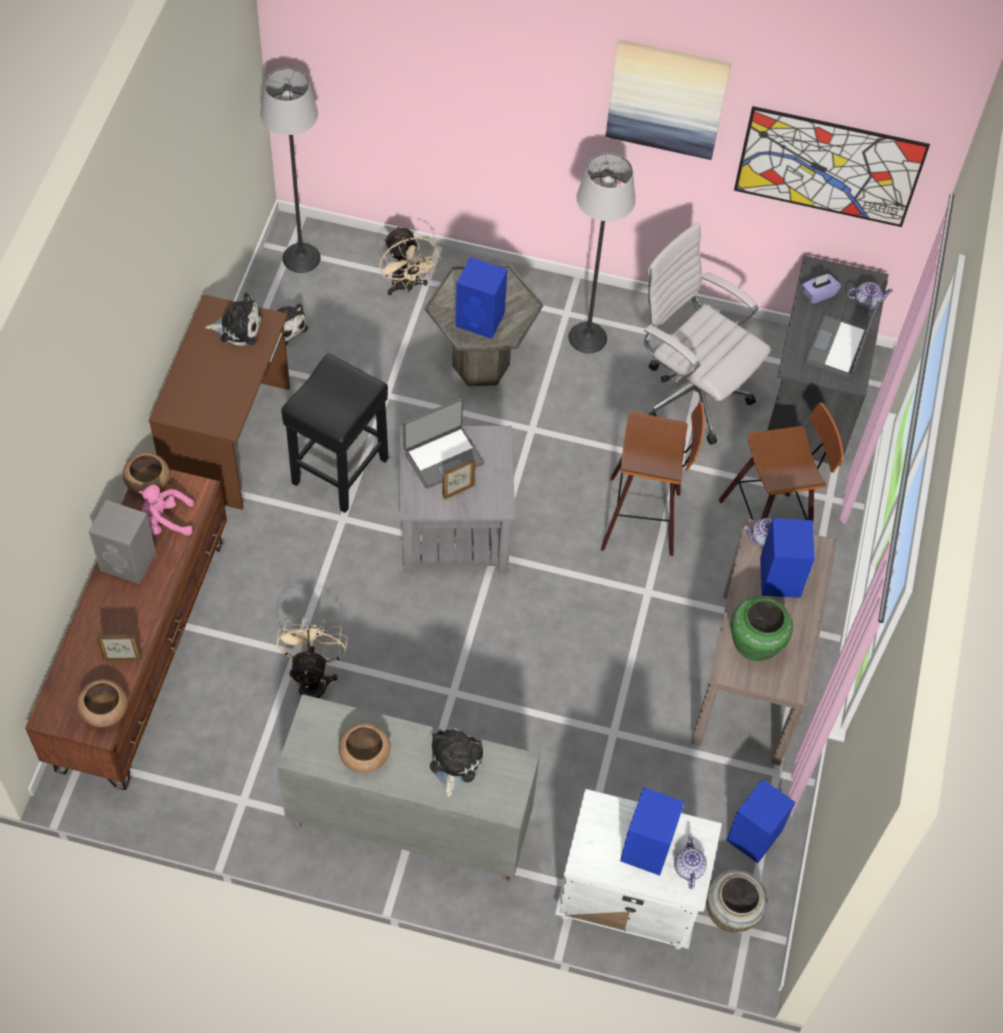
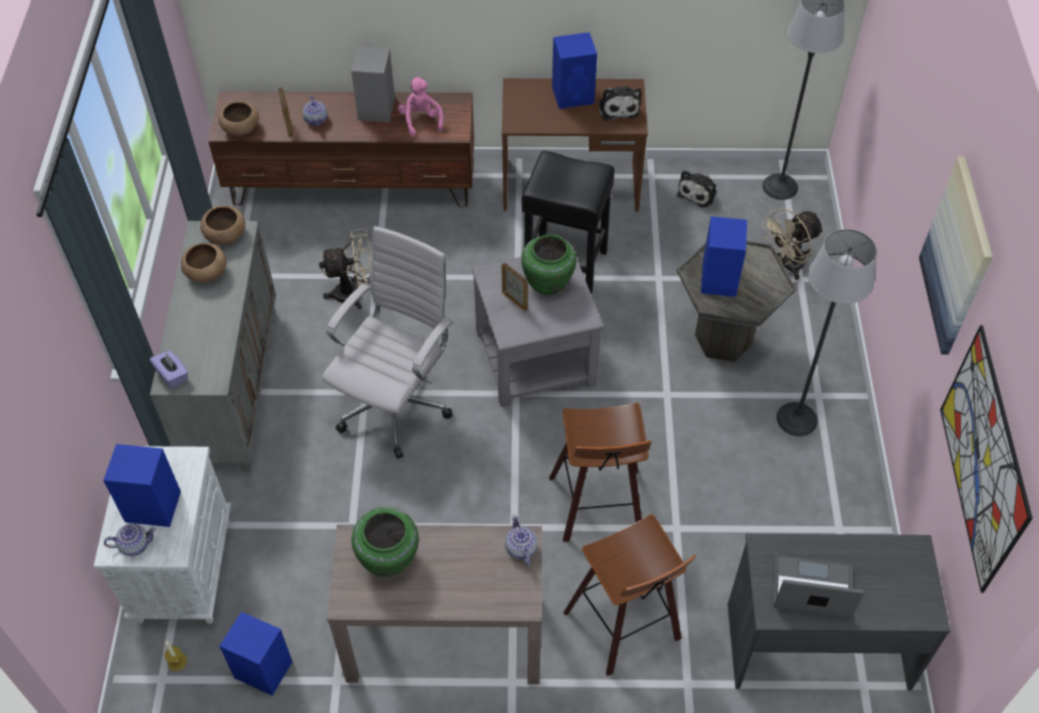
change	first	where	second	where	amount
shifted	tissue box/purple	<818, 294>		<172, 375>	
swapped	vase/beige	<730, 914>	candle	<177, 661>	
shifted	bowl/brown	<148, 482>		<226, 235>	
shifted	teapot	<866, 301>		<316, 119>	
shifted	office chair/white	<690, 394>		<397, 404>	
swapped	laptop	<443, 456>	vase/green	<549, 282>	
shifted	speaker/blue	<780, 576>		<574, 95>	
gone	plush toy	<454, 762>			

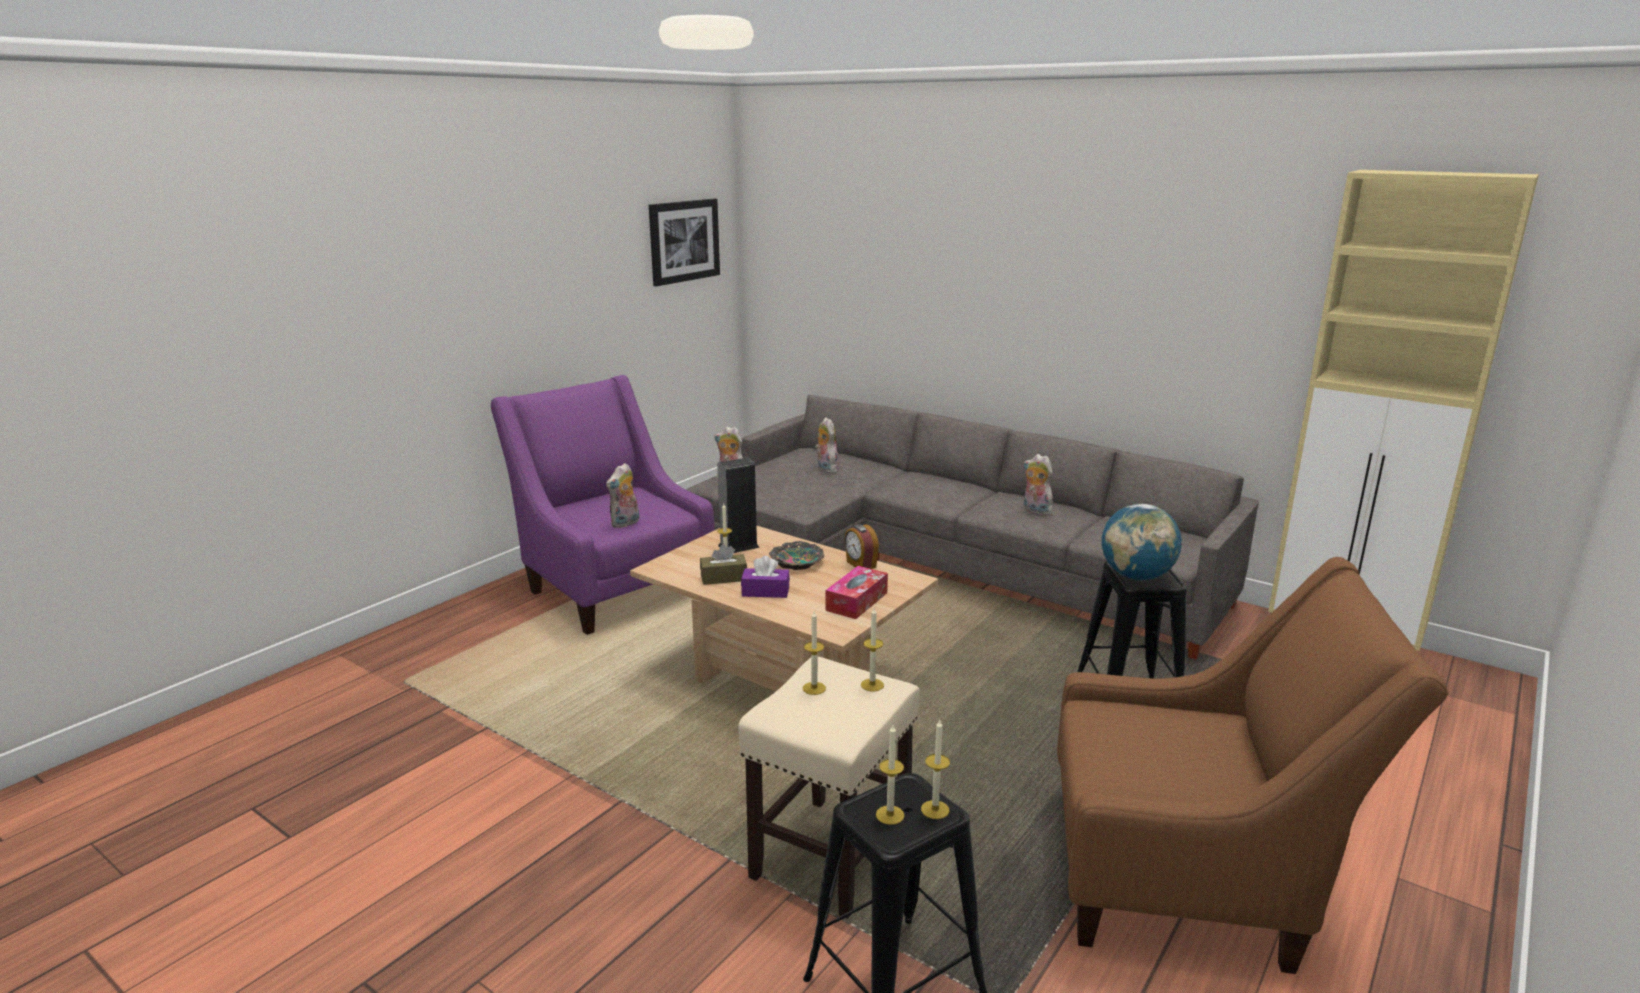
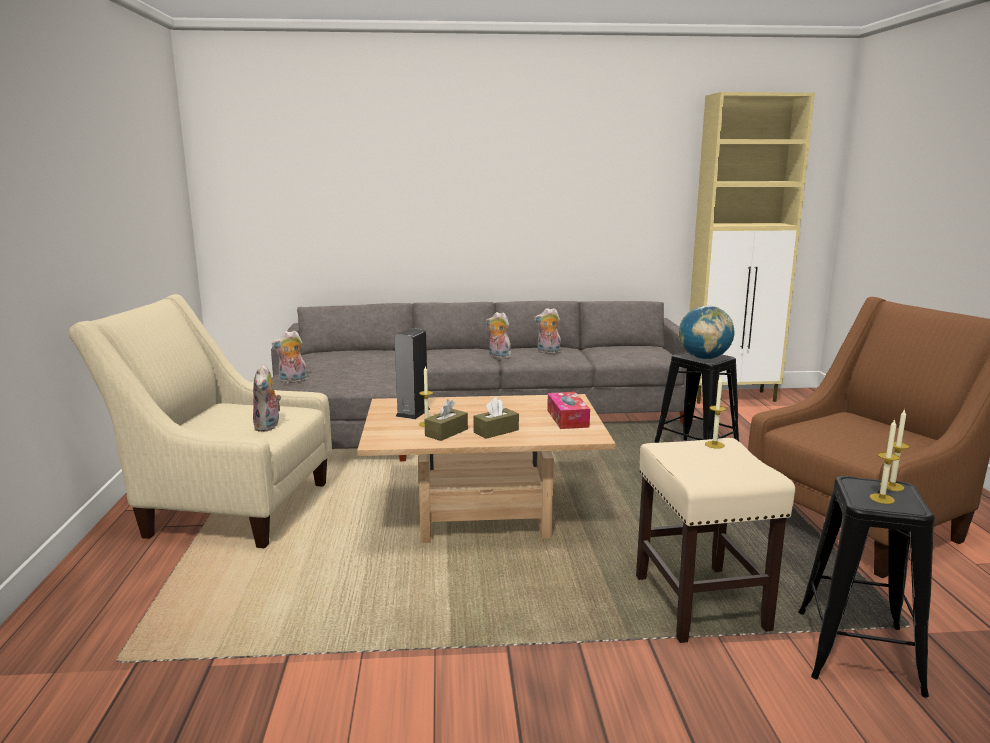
change	first	where	second	where	amount
repainted	armchair/purple	<613, 587>	armchair/beige	<227, 508>	
repainted	tissue box/purple	<765, 591>	tissue box/brown	<496, 431>	
shifted	plush toy	<825, 469>		<498, 357>	
gone	picture	<684, 241>			
gone	bowl	<797, 562>			
gone	candle	<814, 688>			
gone	alarm clock	<860, 565>			

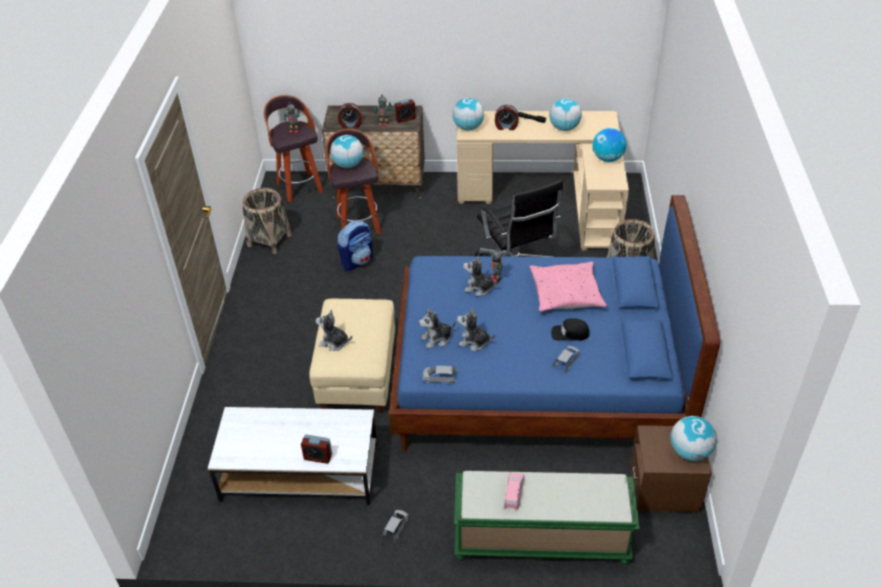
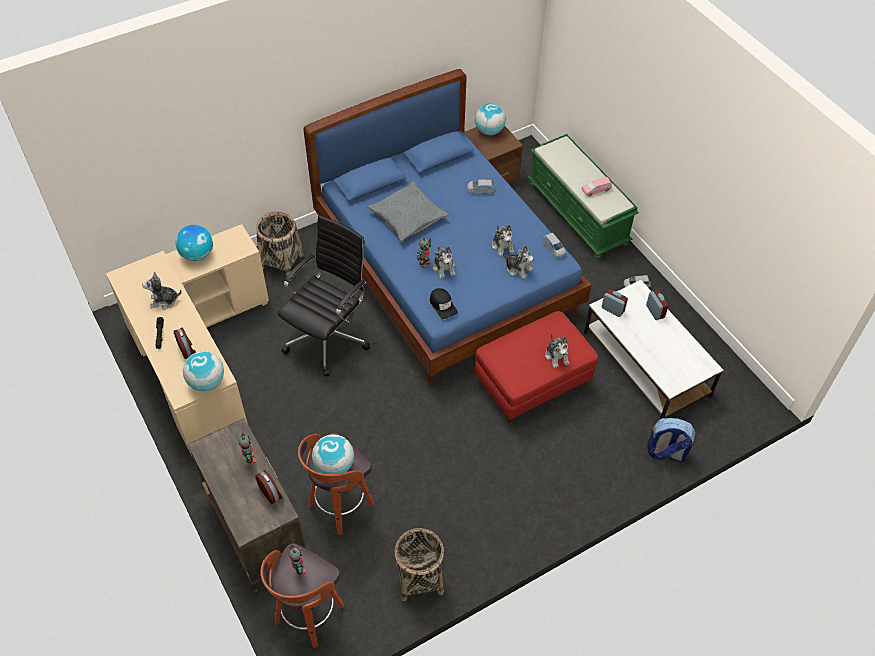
change	first	where	second	where	amount
swapped	globe	<564, 128>	plush toy	<164, 301>	
repainted	pillow/pink	<566, 293>	pillow/grey	<407, 217>	
shifted	cap/black	<570, 333>		<442, 305>	
repainted	ottoman/beige	<358, 375>	ottoman/red	<531, 383>	
shifted	alarm clock	<405, 118>		<612, 309>	
shifted	backpack	<357, 261>		<666, 452>	

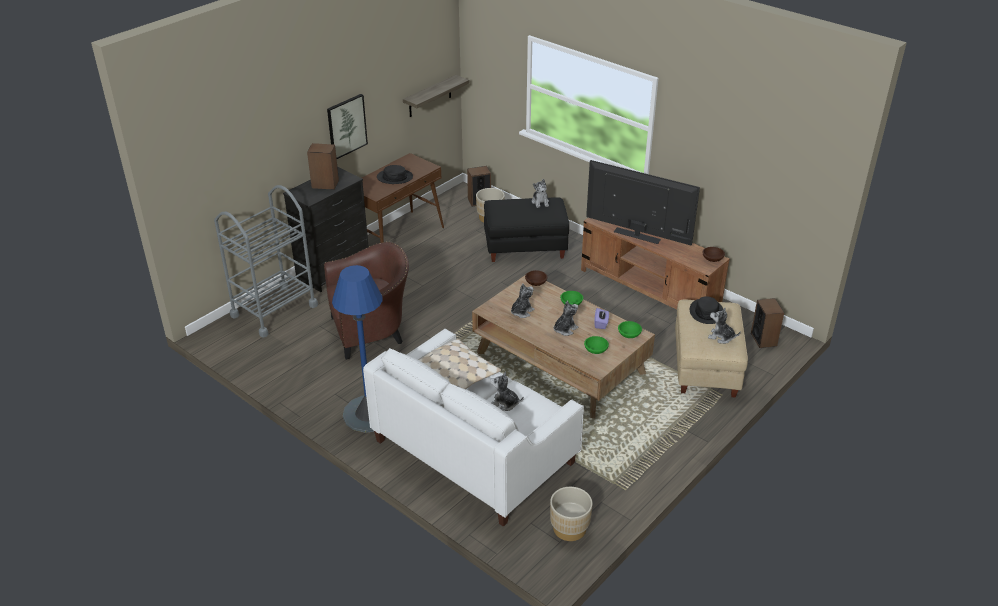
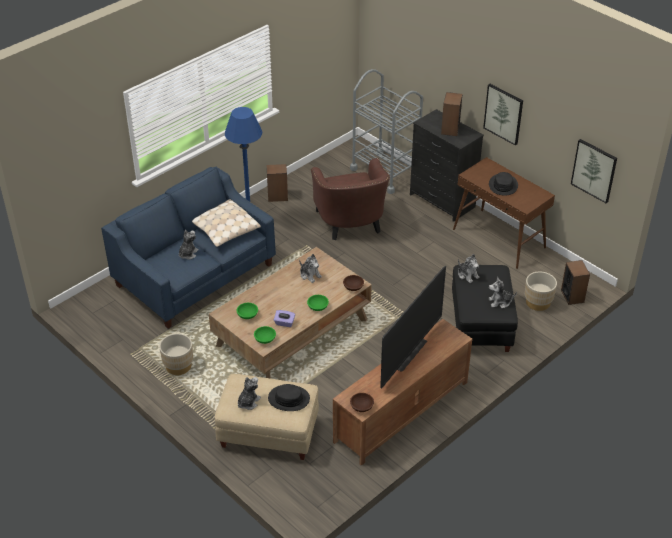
change	first	where	second	where	amount
repainted	sofa/white	<474, 451>	sofa/blue	<195, 275>	
shifted	planter/beige	<569, 528>		<178, 366>	
shifted	speaker	<764, 339>		<277, 196>	
shifted	plush toy	<565, 329>		<467, 275>	
swapped	shelf	<430, 96>	picture	<594, 170>	

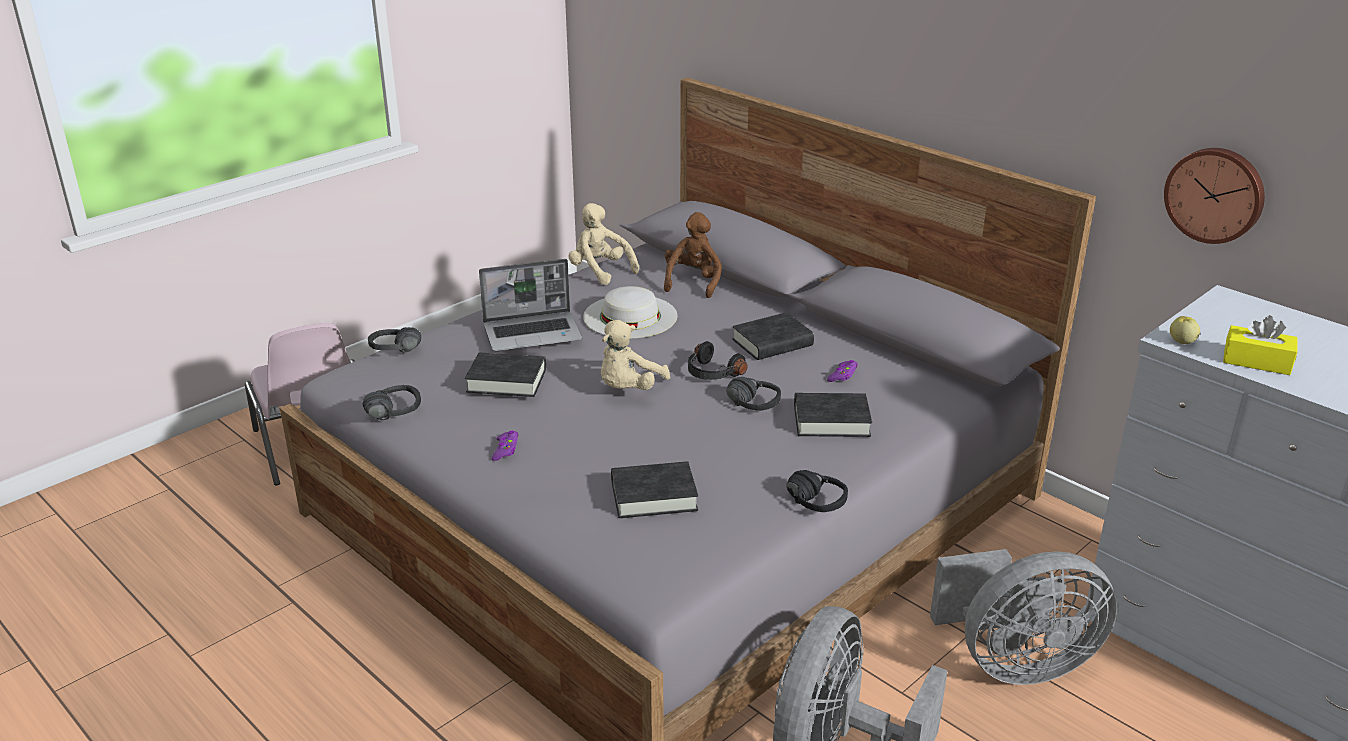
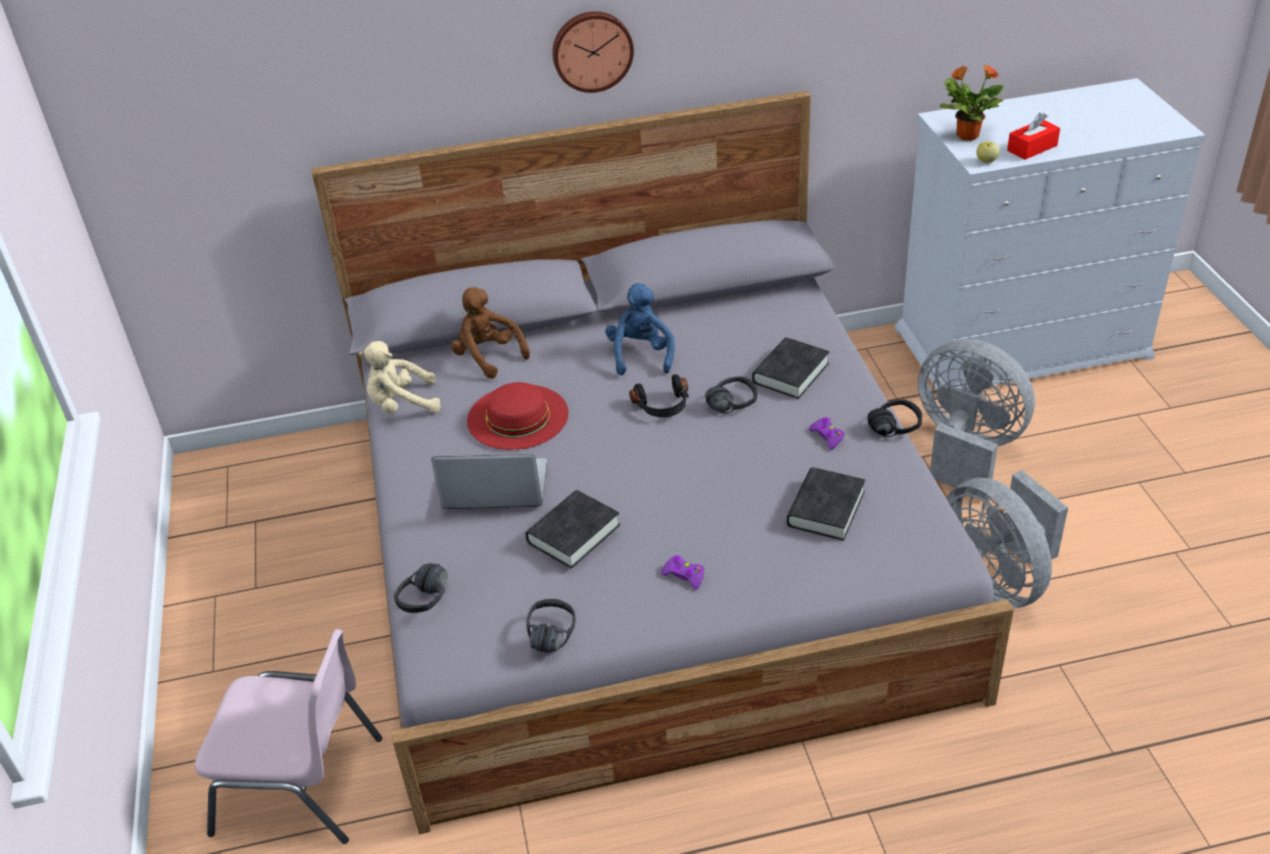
change	first	where	second	where	amount
rotated	laptop	<533, 333>		<494, 488>	105 degrees counterclockwise
repainted	hat/white	<630, 316>	hat/red	<517, 417>	
shifted	wall clock	<1215, 194>		<592, 50>	
swapped	book/black	<772, 343>	plush toy/blue	<641, 355>	
shifted	game controller/purple	<842, 375>		<827, 436>	
rotated	fan/grey	<1015, 663>		<965, 449>	75 degrees counterclockwise
new			potted plant	<966, 135>	
repainted	tissue box/yellow	<1256, 361>	tissue box/red	<1032, 148>	
gone	plush toy/beige	<628, 389>			

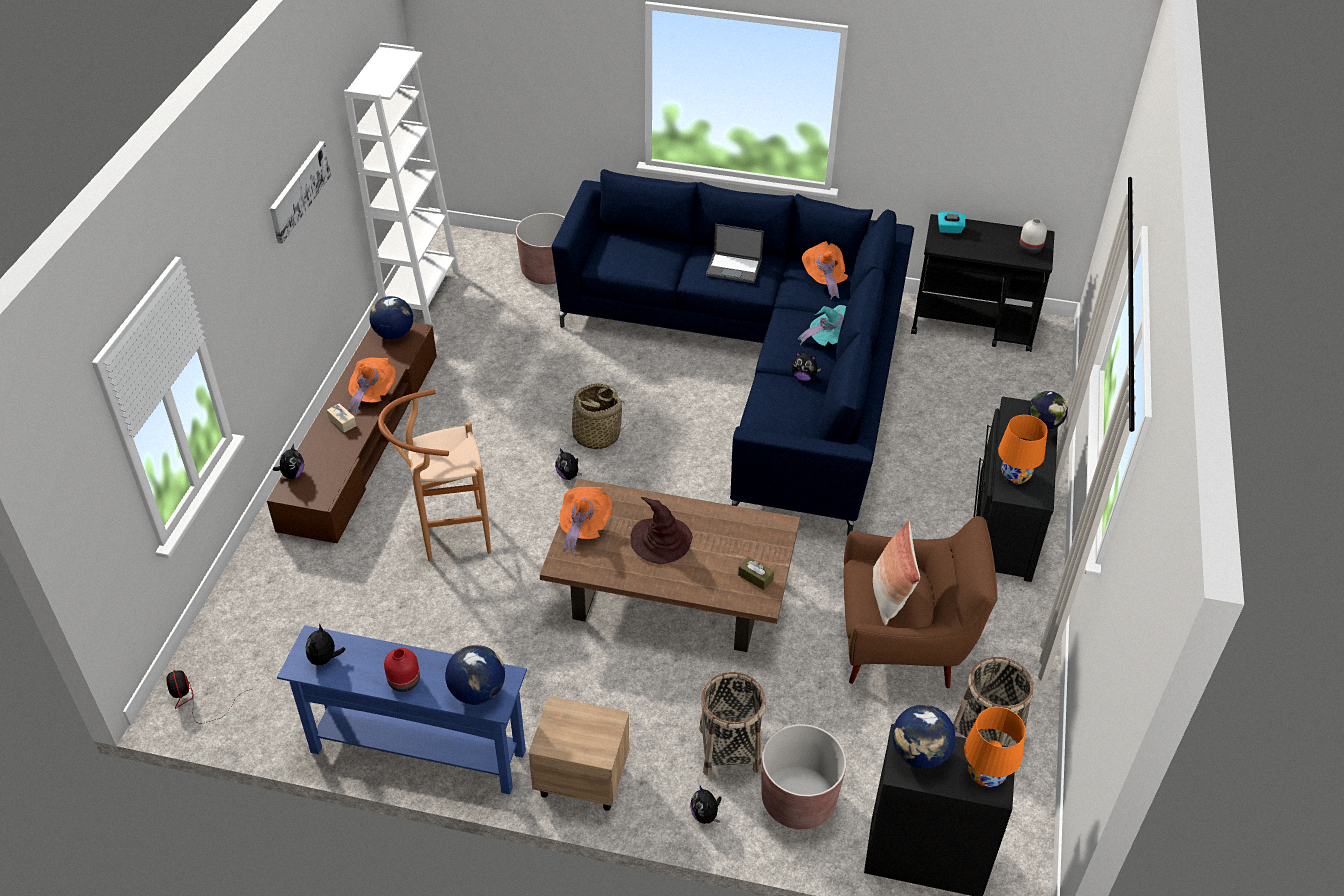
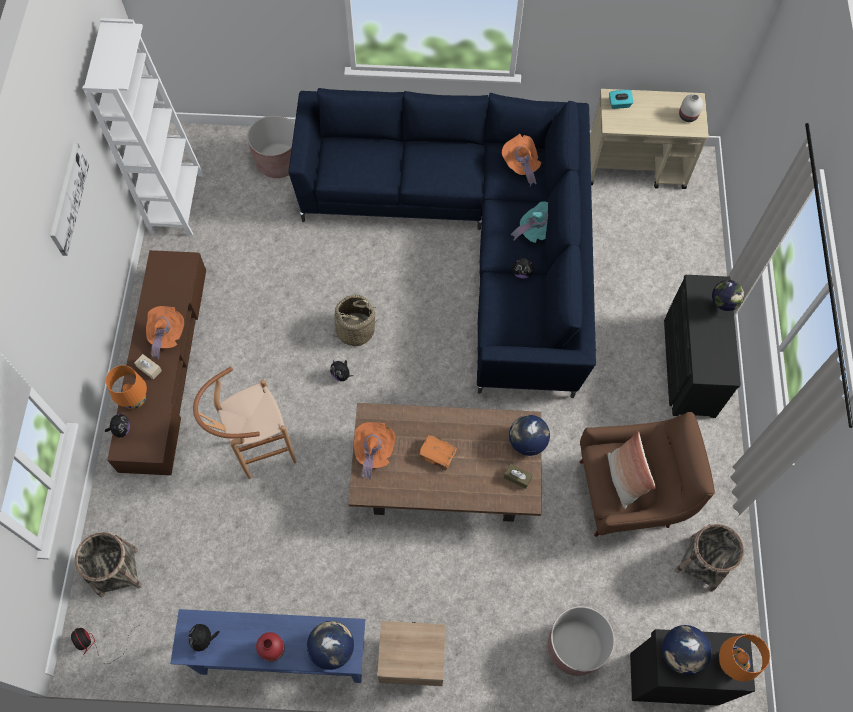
change	first	where	second	where	amount
shifted	basket	<729, 749>		<118, 571>	
shifted	table lamp/orange	<1015, 476>		<135, 400>	
swapped	hat/brown	<661, 541>	book/orange	<437, 454>	
shifted	globe	<393, 334>		<527, 442>	
repainted	cart/black	<973, 325>	cart/beige	<636, 167>	
gone	plush toy	<705, 815>			
gone	laptop	<734, 267>			

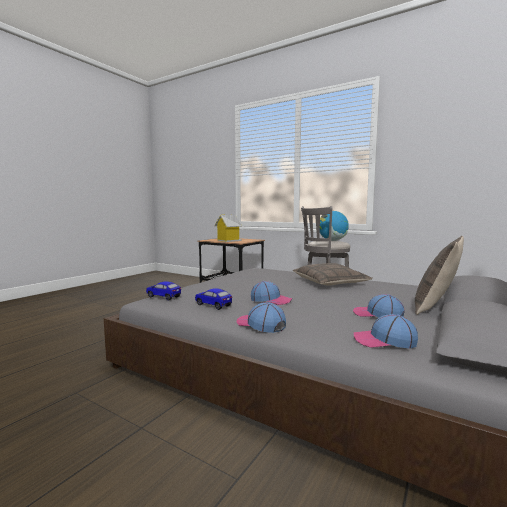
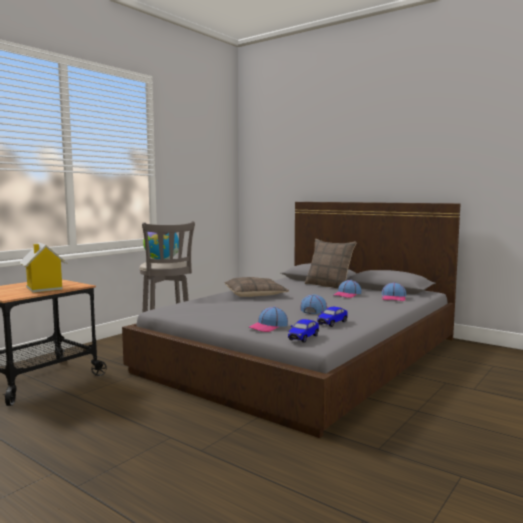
change	first	where	second	where	amount
shifted	cap	<260, 324>		<268, 327>	

